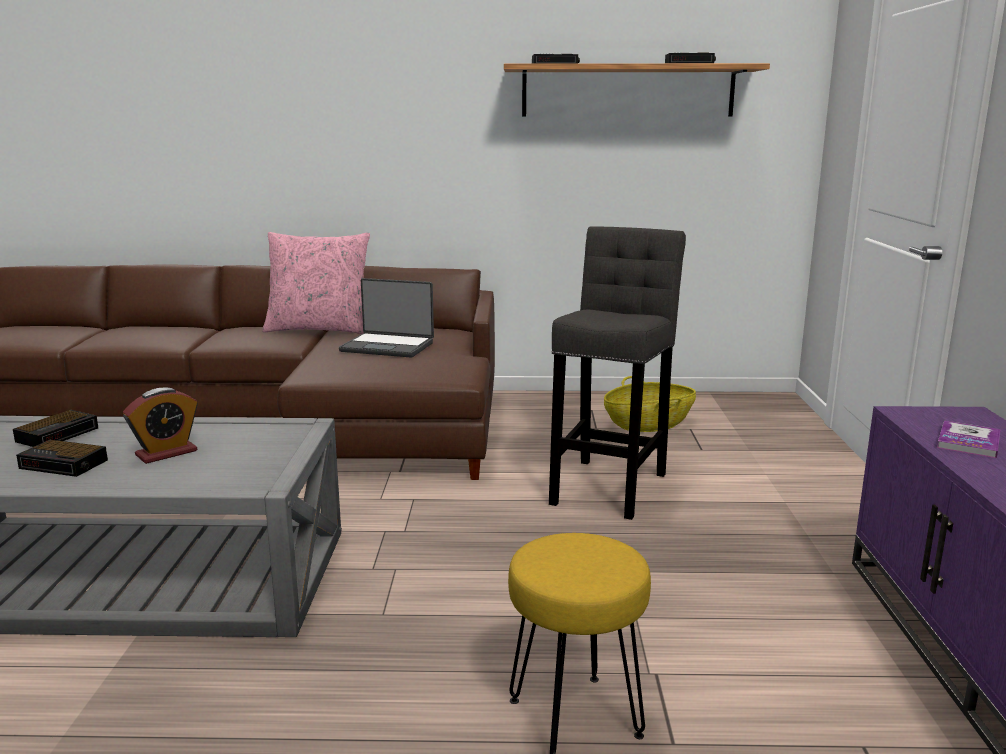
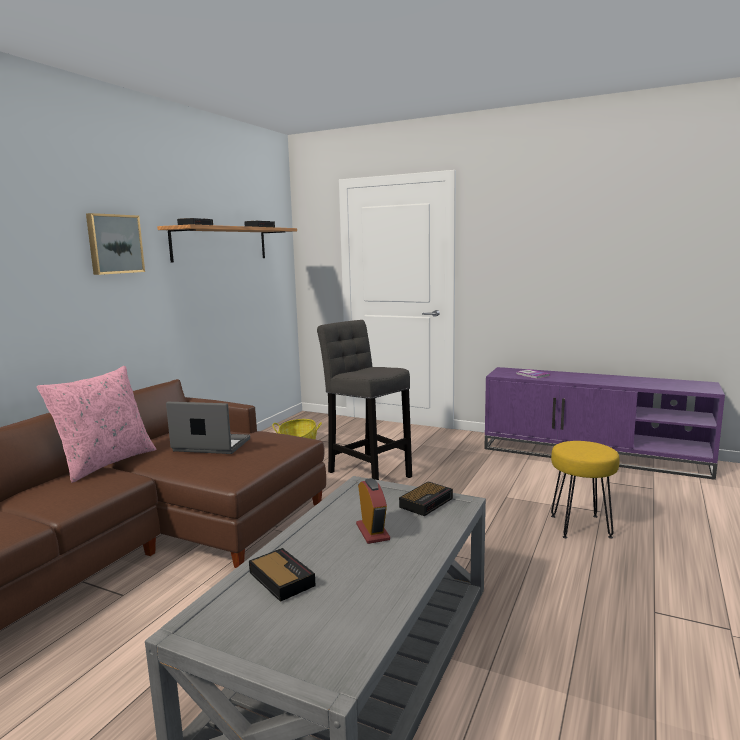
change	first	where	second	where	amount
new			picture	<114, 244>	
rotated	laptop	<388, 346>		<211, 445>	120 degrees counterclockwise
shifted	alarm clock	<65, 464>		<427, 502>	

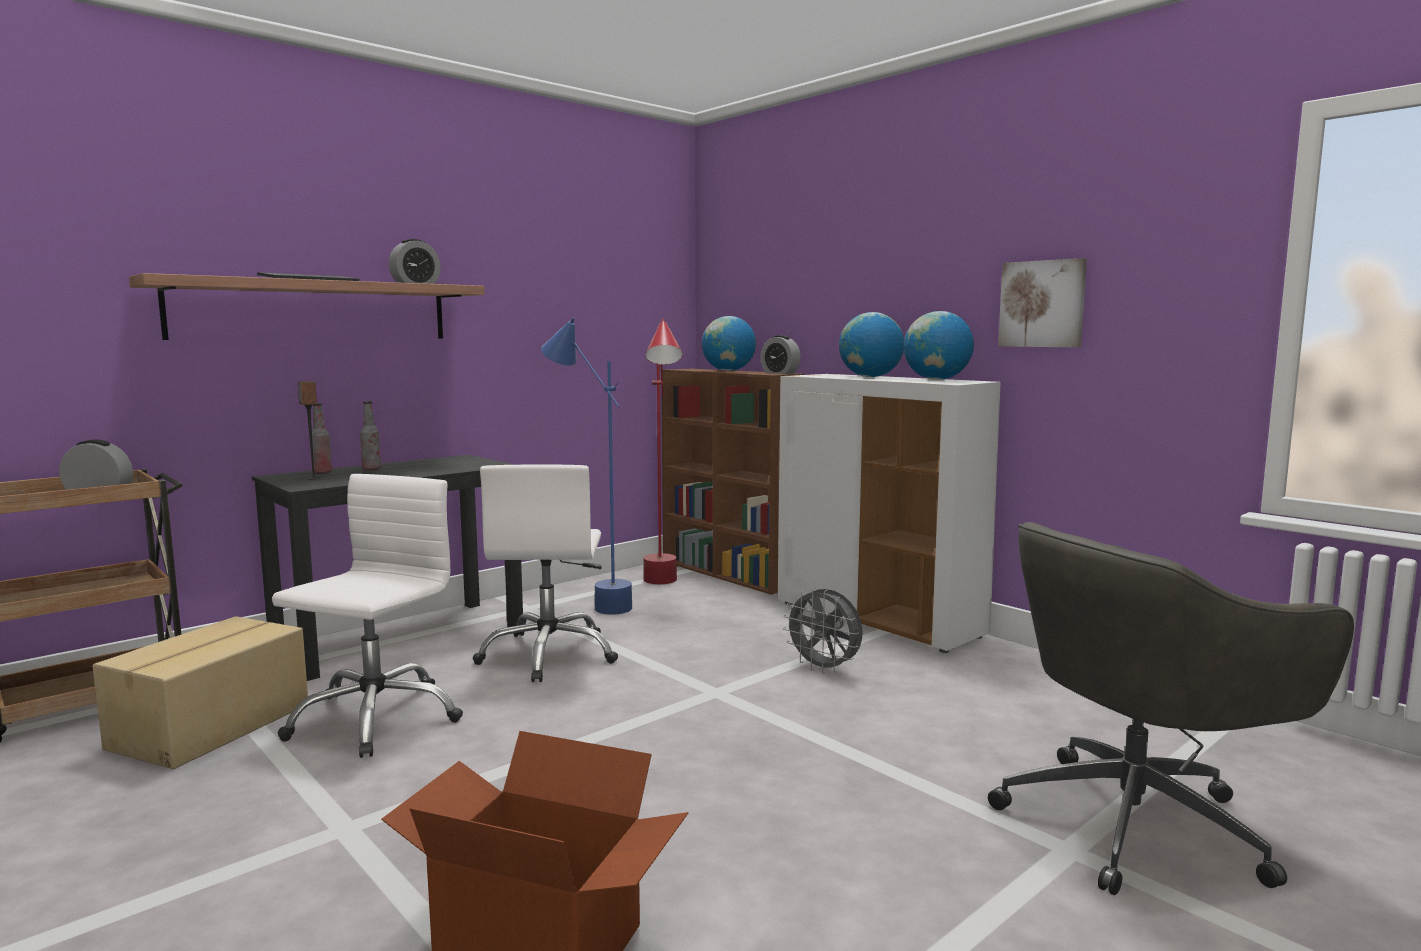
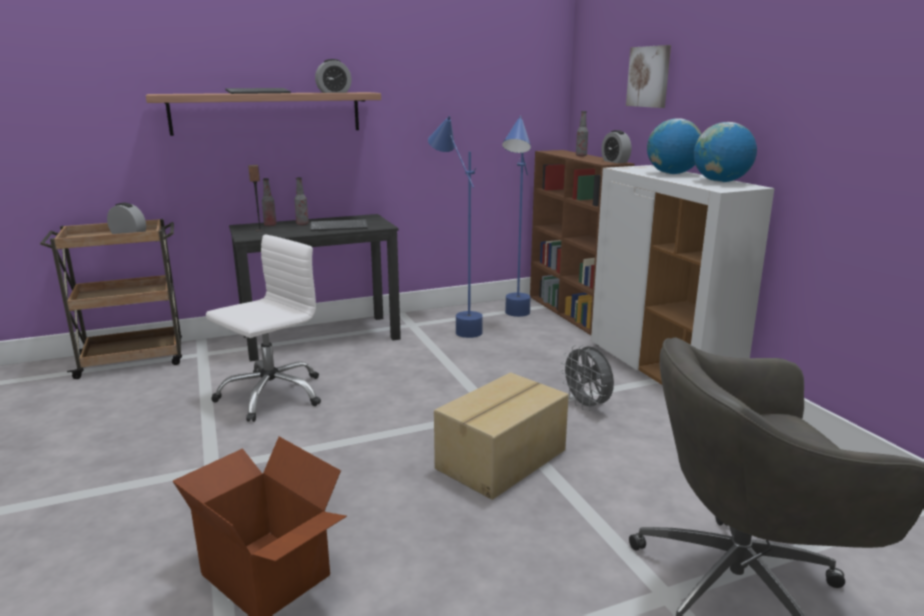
change	first	where	second	where	amount
new			keyboard	<339, 227>	
shifted	cardboard box	<213, 726>		<503, 460>	
repainted	floor lamp/red	<663, 587>	floor lamp/blue	<515, 319>	
swapped	globe	<728, 371>	bottle	<581, 156>	
shifted	picture	<1042, 304>		<649, 77>	
gone	office chair/white	<549, 655>			

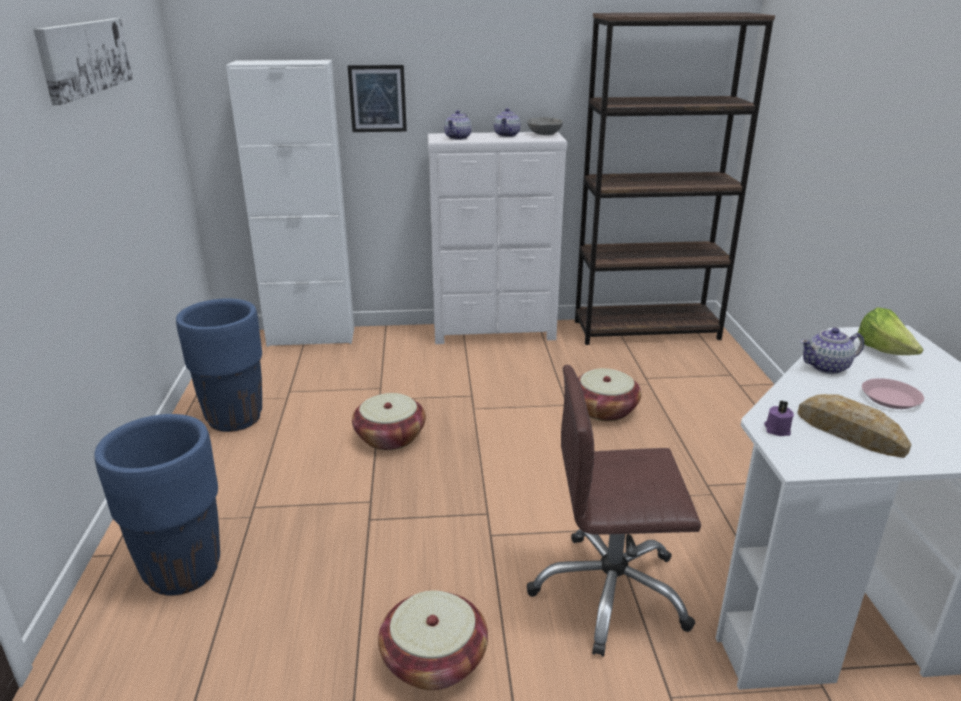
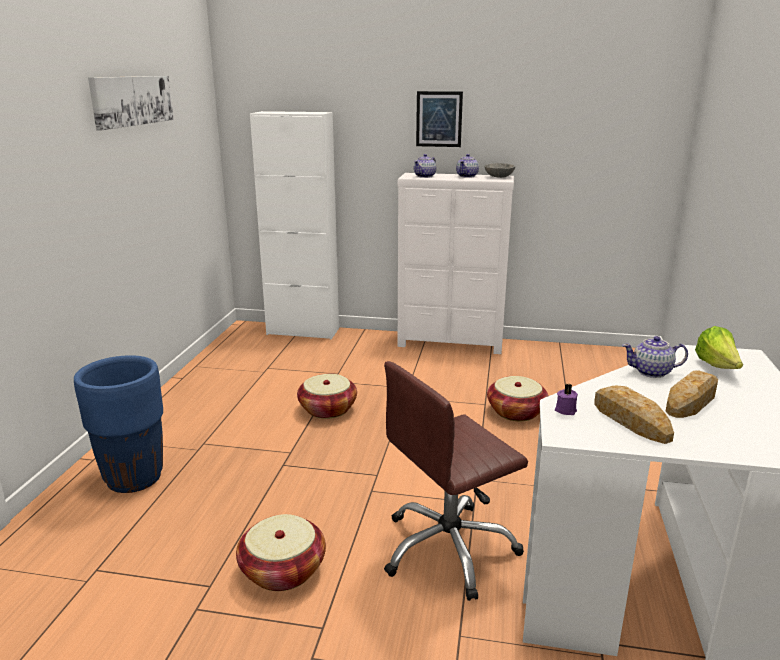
change	first	where	second	where	amount
rotated	office chair/brown	<610, 593>		<449, 549>	45 degrees counterclockwise
shifted	picture	<377, 99>		<439, 119>	
swapped	plate/pink	<890, 398>	bread	<692, 400>	
gone	planter/blue	<234, 418>			
gone	bookcase/brown	<646, 330>			

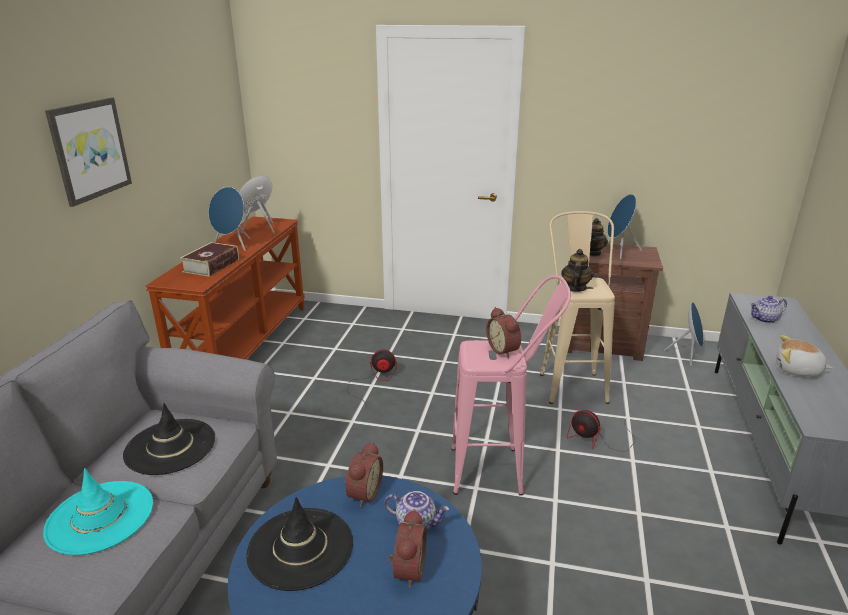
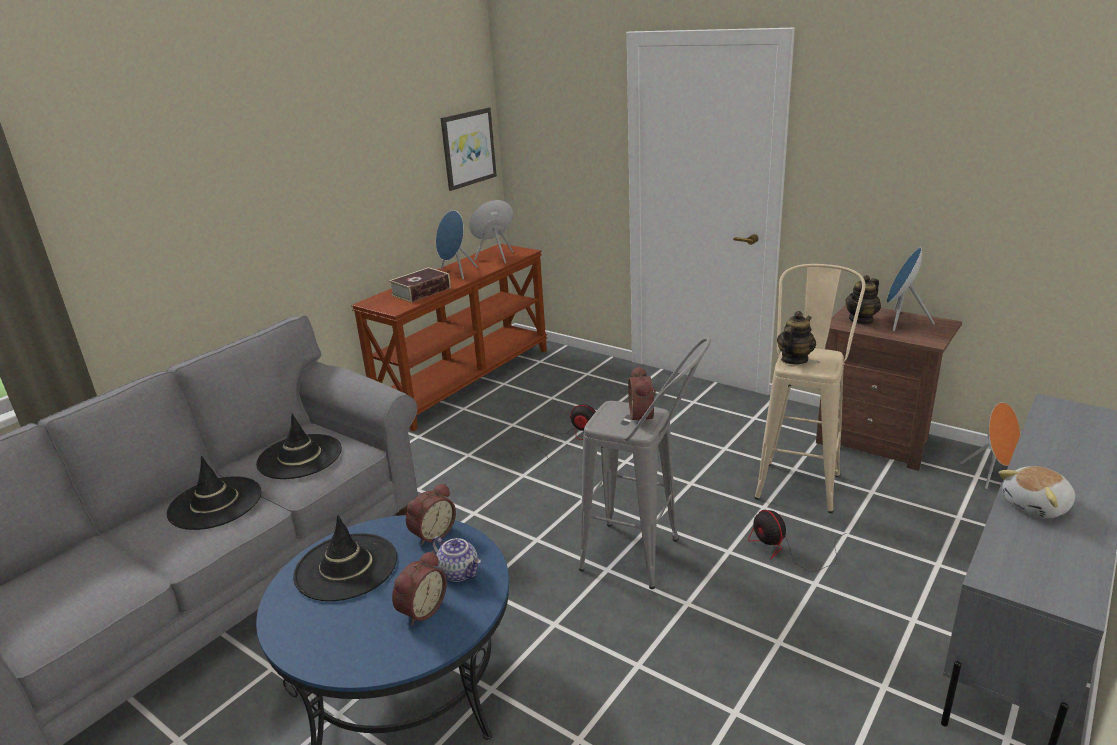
change	first	where	second	where	amount
repainted	hat/turquoise	<100, 517>	hat/black	<215, 503>	
shifted	picture	<89, 150>		<468, 148>	
repainted	stool/pink	<500, 471>	stool/grey	<645, 558>	
repainted	speaker/blue	<687, 355>	speaker/orange	<991, 475>	
rotated	plush toy	<797, 370>		<1037, 506>	75 degrees counterclockwise
gone	teapot	<765, 319>			

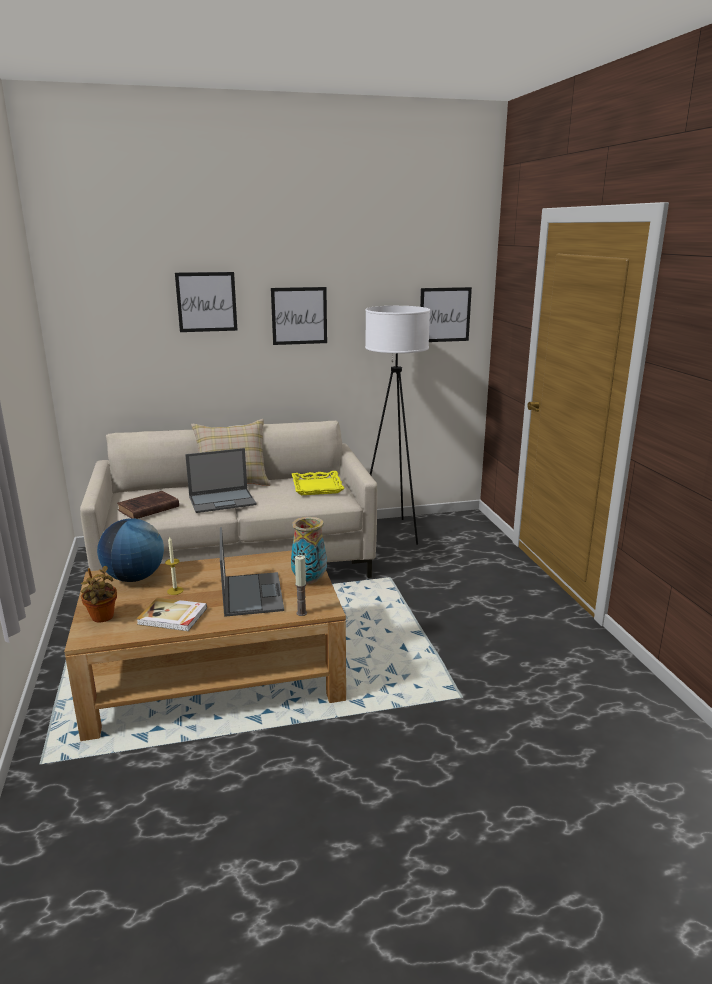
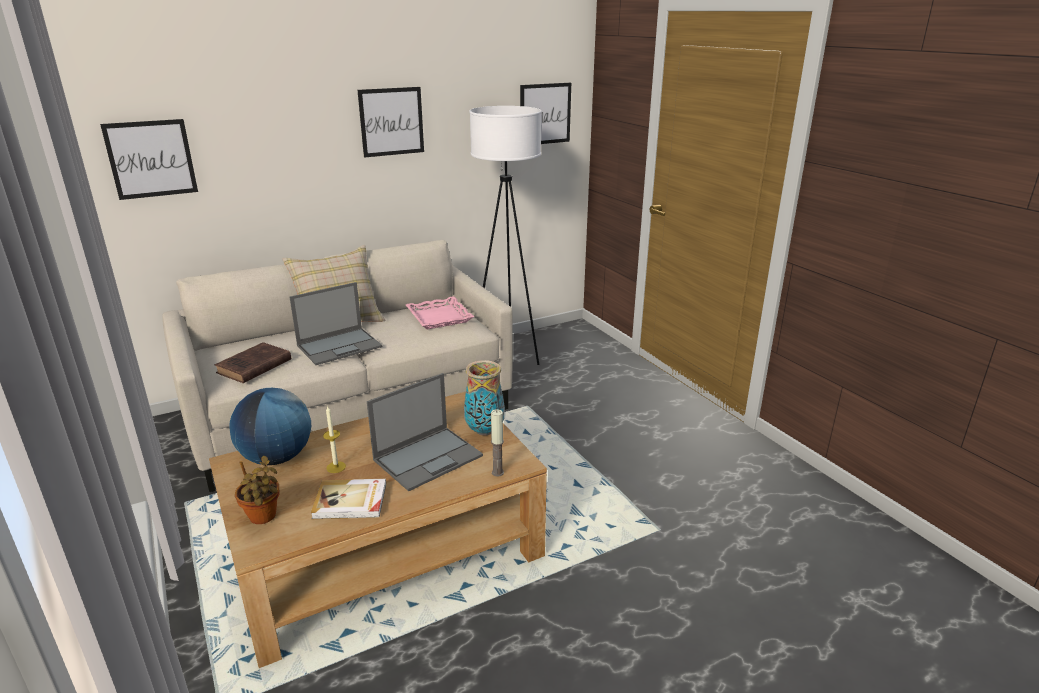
change	first	where	second	where	amount
shifted	picture	<206, 302>		<151, 159>	
rotated	laptop	<251, 594>		<429, 457>	75 degrees clockwise
repainted	tray/yellow	<316, 487>	tray/pink	<439, 317>	

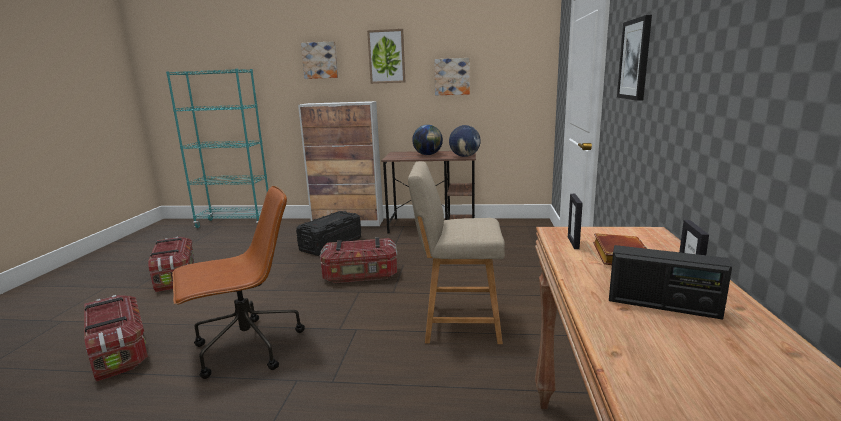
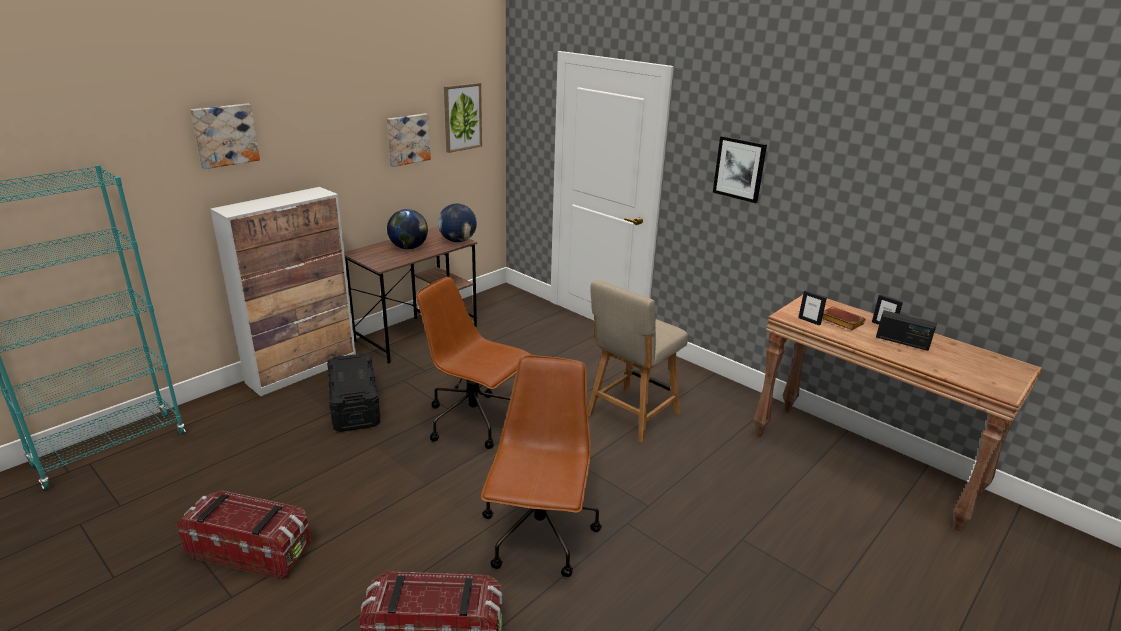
change	first	where	second	where	amount
swapped	storage box	<360, 276>	office chair/brown	<475, 421>	
shifted	picture	<386, 56>		<462, 117>	
rotated	radio	<662, 305>		<902, 342>	60 degrees clockwise

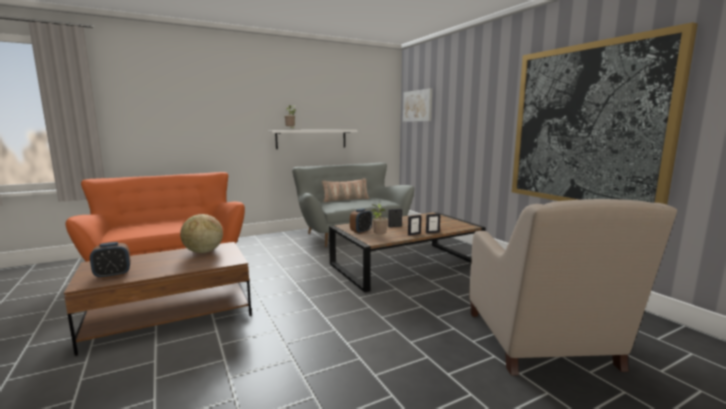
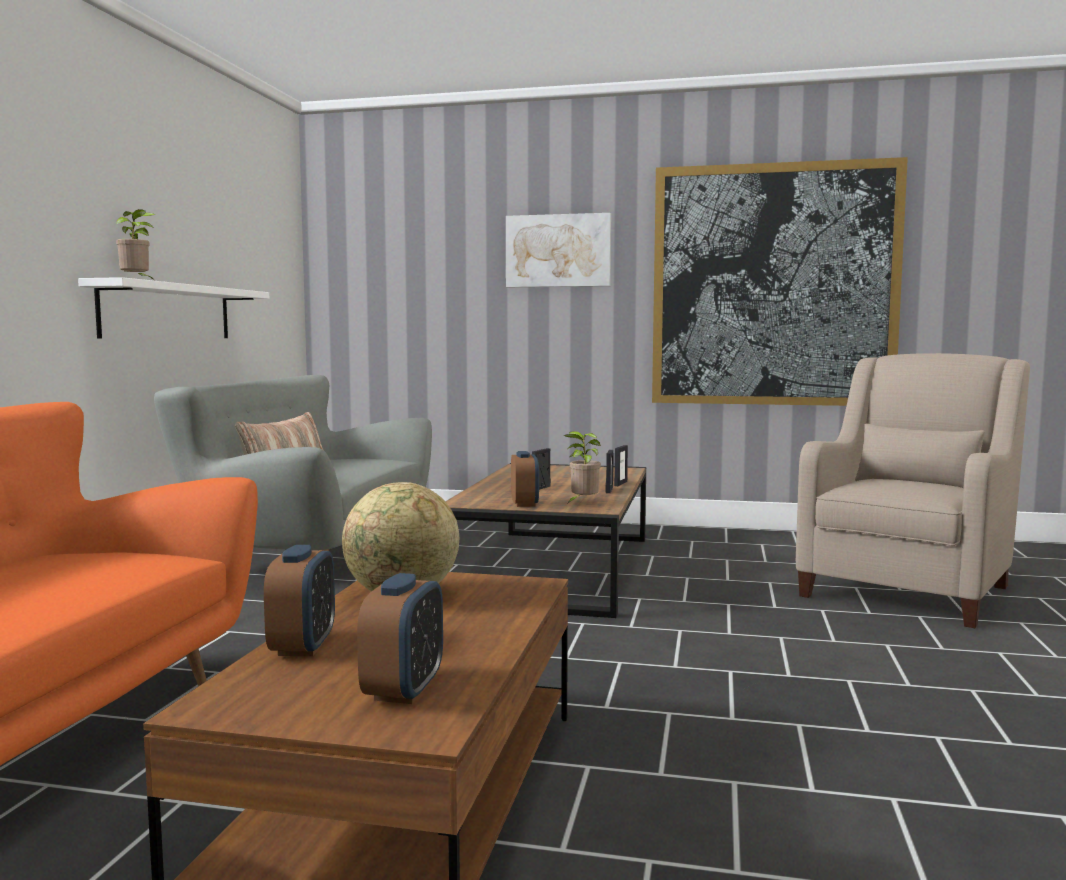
change	first	where	second	where	amount
new			alarm clock	<303, 646>	
shifted	picture	<417, 106>		<558, 251>	
rotated	armchair/beige	<541, 342>		<908, 589>	90 degrees counterclockwise

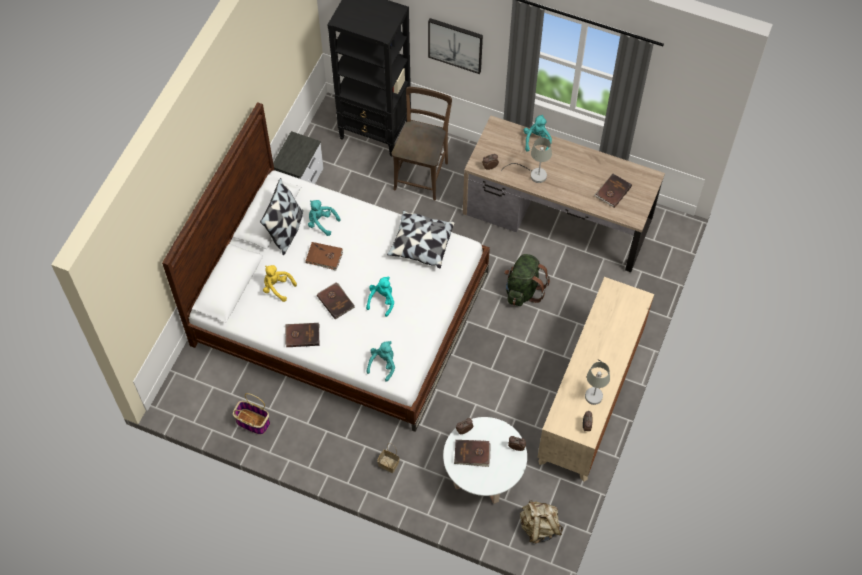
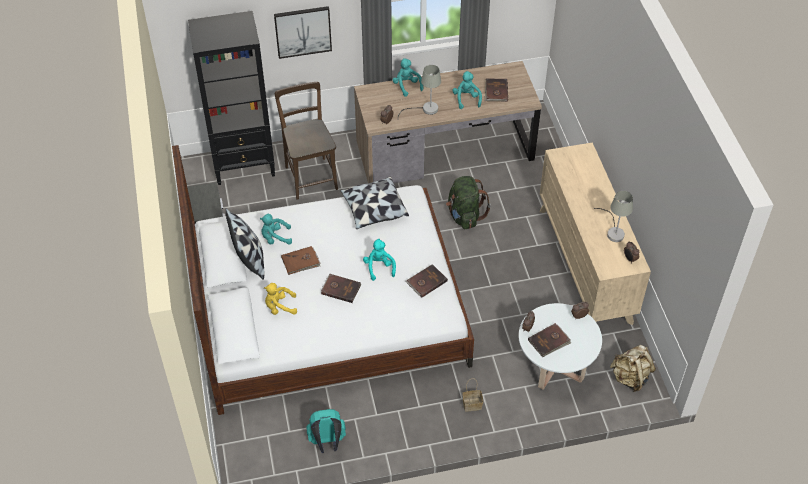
change	first	where	second	where	amount
swapped	basket	<252, 422>	backpack/turquoise	<327, 442>	
shifted	book/brown	<302, 335>		<426, 281>	
shifted	plush toy/turquoise	<383, 364>		<466, 99>	

